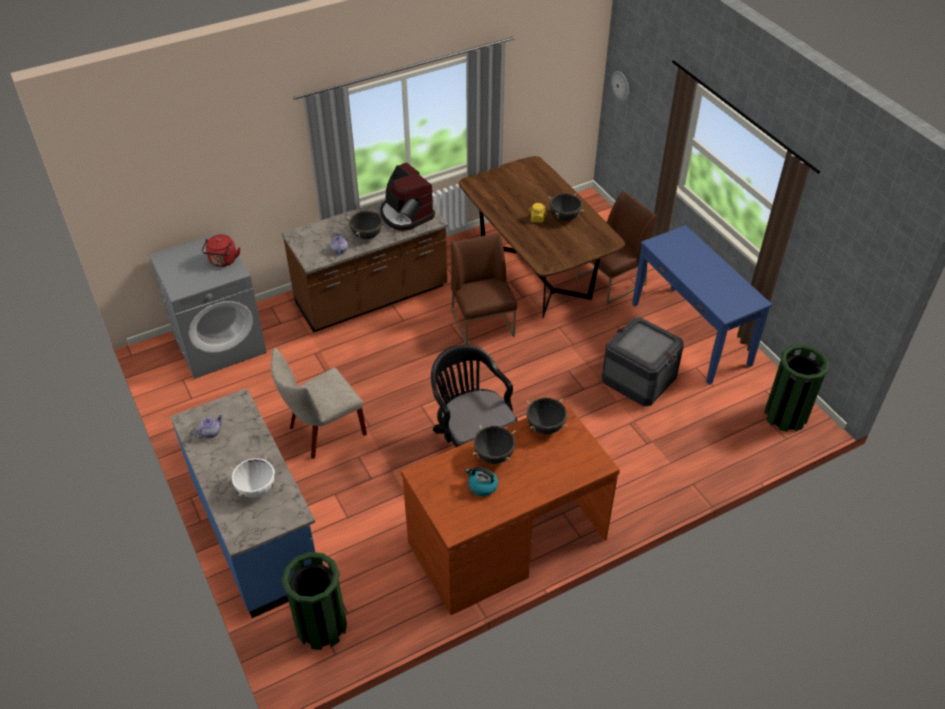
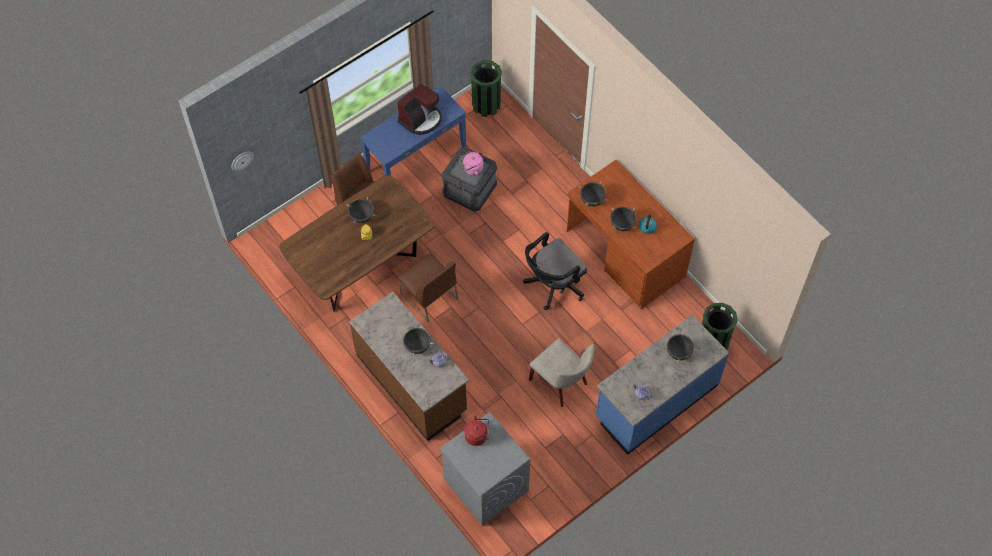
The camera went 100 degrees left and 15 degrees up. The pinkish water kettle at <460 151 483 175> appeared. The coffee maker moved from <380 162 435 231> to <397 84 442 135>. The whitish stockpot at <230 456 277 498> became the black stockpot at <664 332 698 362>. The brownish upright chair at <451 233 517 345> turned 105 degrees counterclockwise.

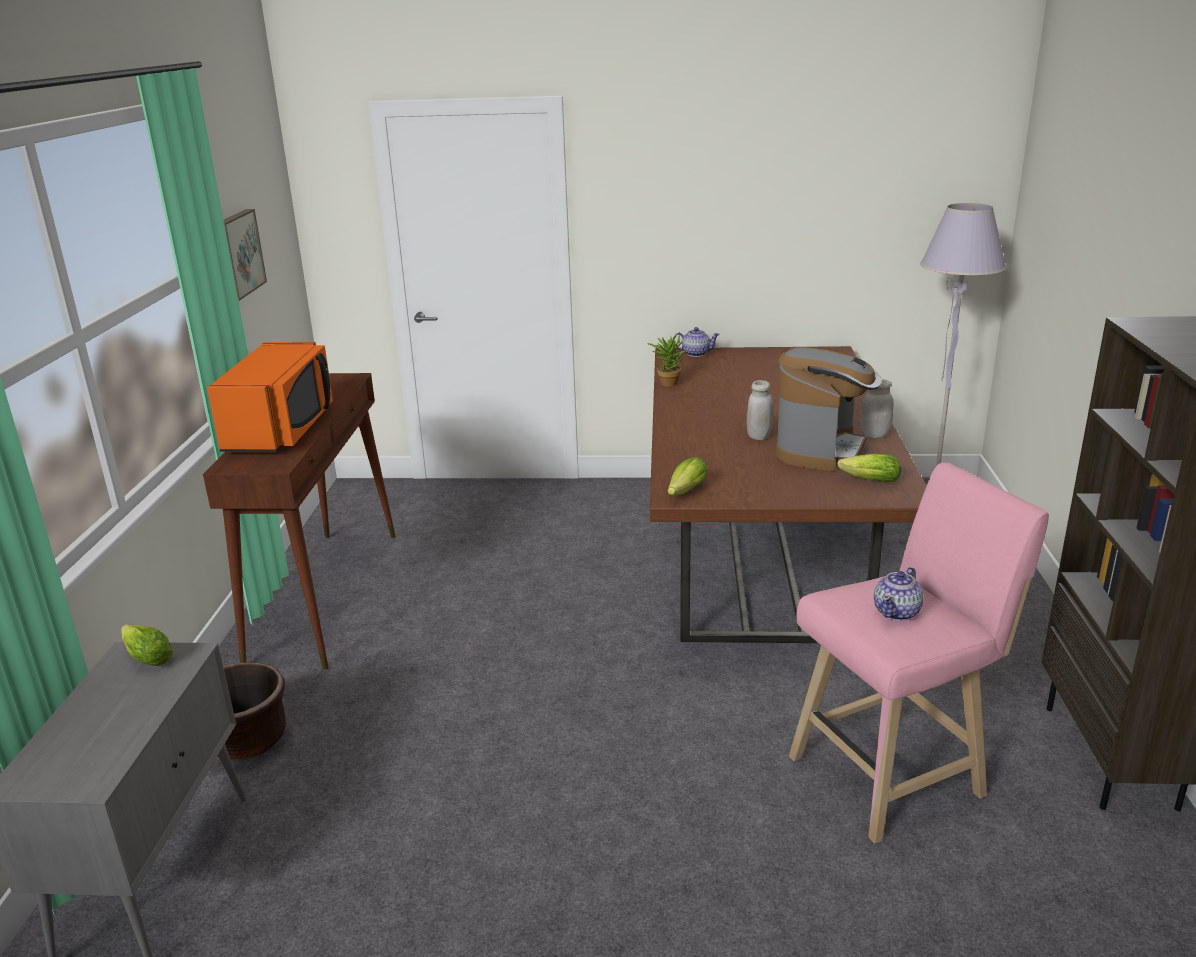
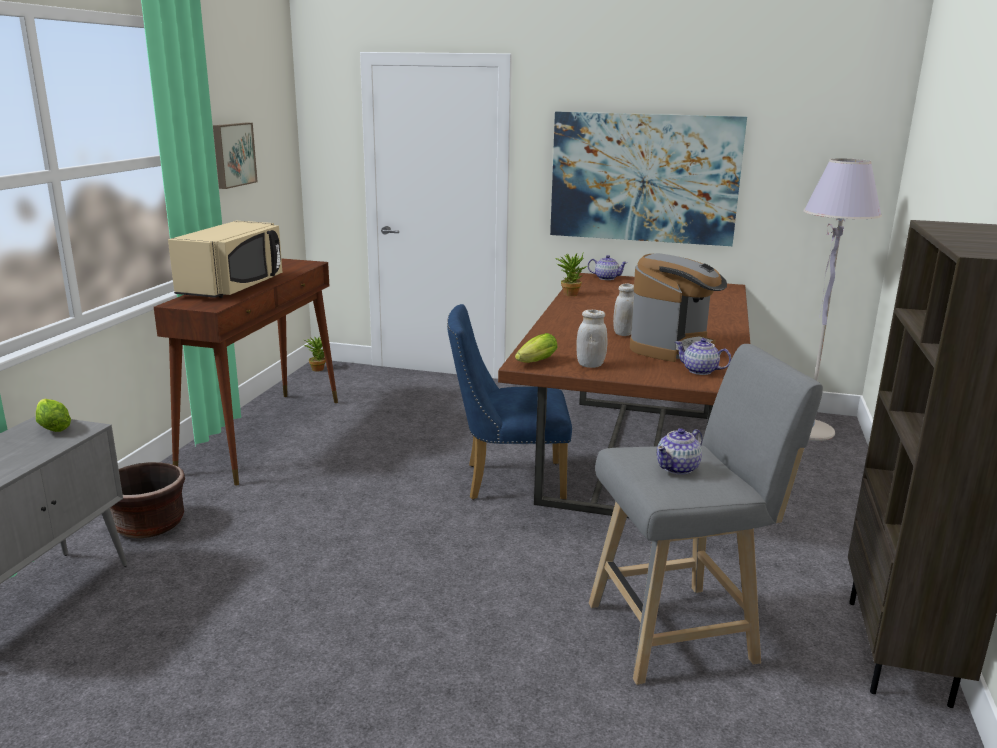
The camera went 10 degrees right and 5 degrees down. The houseplant at <304 337 326 372> appeared. The bluish upright chair at <447 304 572 500> appeared. The wall art at <550 112 747 246> appeared. The whitish storage jar moved from <861 379 894 438> to <577 310 607 368>. The lettuce at <837 454 901 482> was replaced by the tea pot at <675 338 731 375>. The orange kitchen microwave at <207 342 333 452> became the beige-coloured kitchen microwave at <168 221 282 298>. The pinkish stool seat at <789 463 1049 844> became the greyish stool seat at <589 344 823 685>.

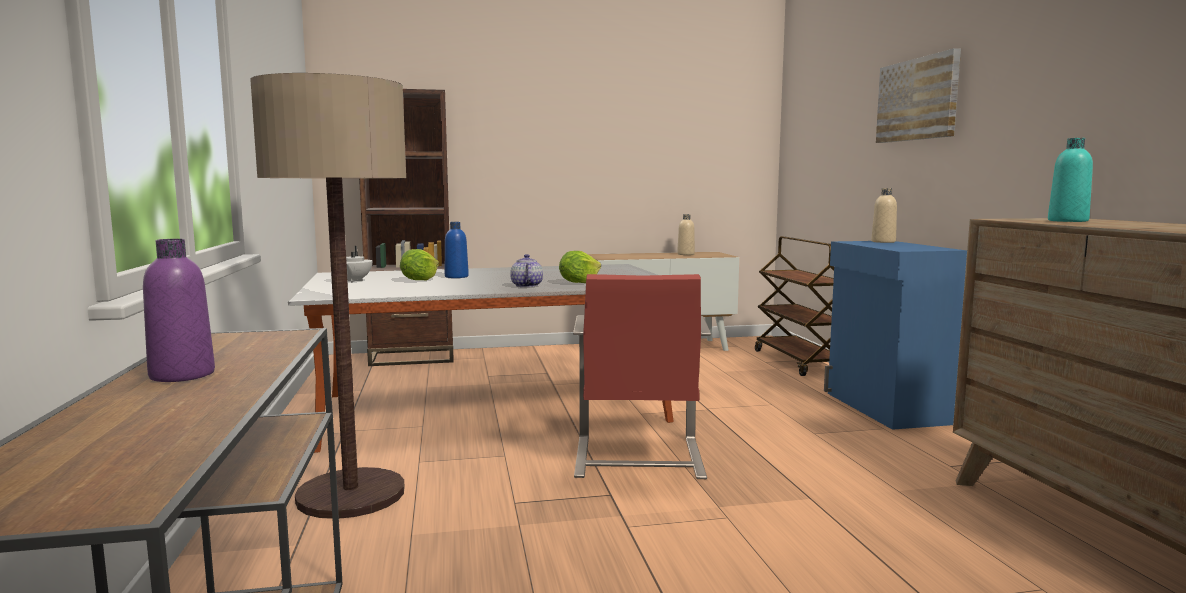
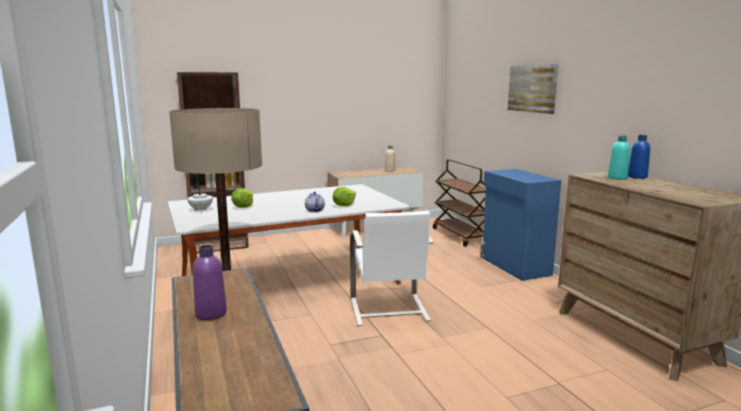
The camera went 10 degrees left and 5 degrees up. The beige-coloured drink bottle at <871 188 897 243> disappeared. The bluish drink bottle moved from <445 222 469 278> to <628 135 650 179>. The red-coloured upright chair at <573 274 711 479> became the whitish upright chair at <350 211 434 326>.

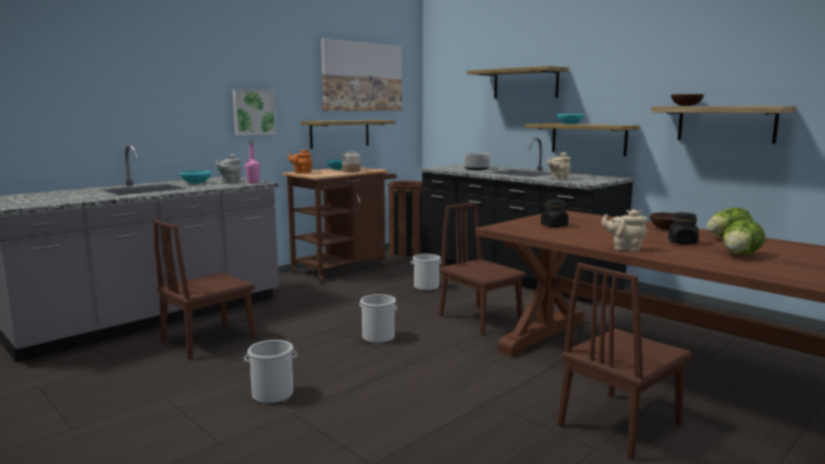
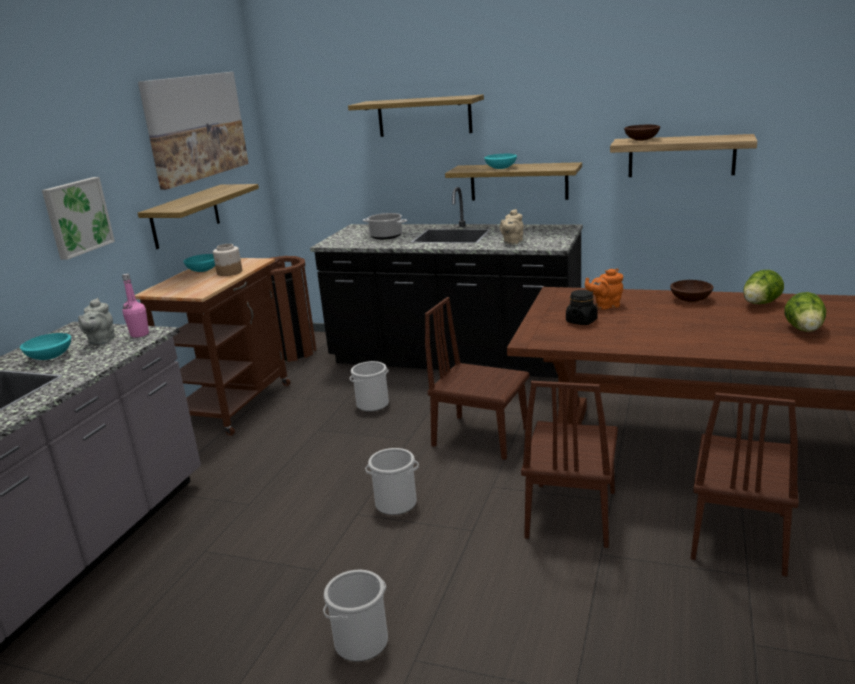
The camera went 25 degrees left and 10 degrees up. The beige-coloured tea pot at <601 209 647 252> disappeared. The black storage jar at <668 212 699 244> disappeared. The brownish upright chair moved from <154 220 256 359> to <521 381 618 548>. The orange tea pot moved from <288 149 312 174> to <585 268 623 310>.

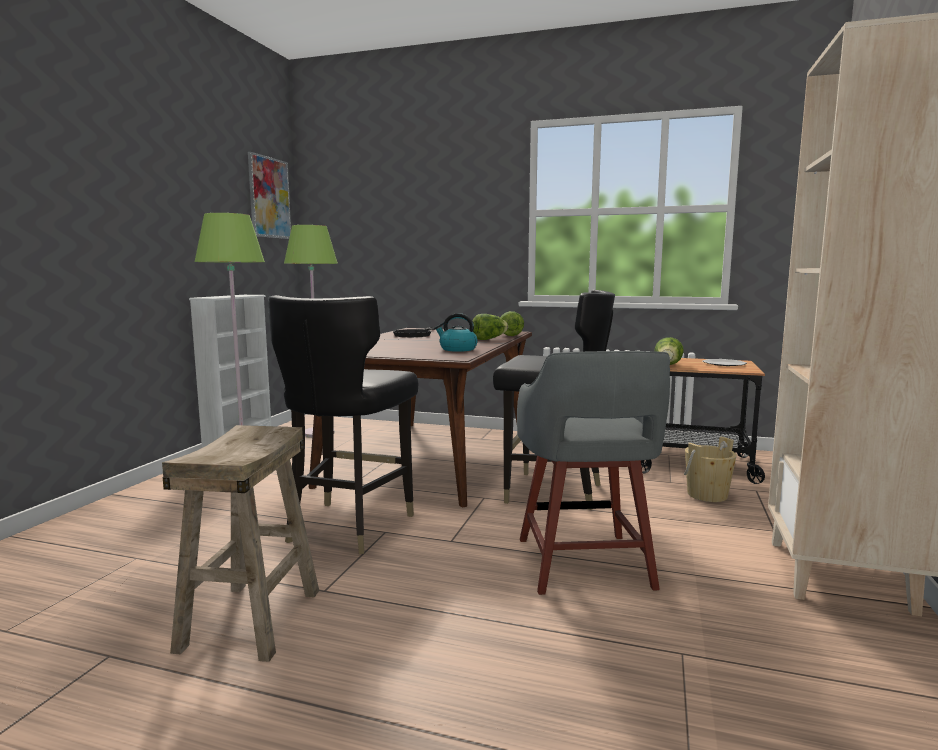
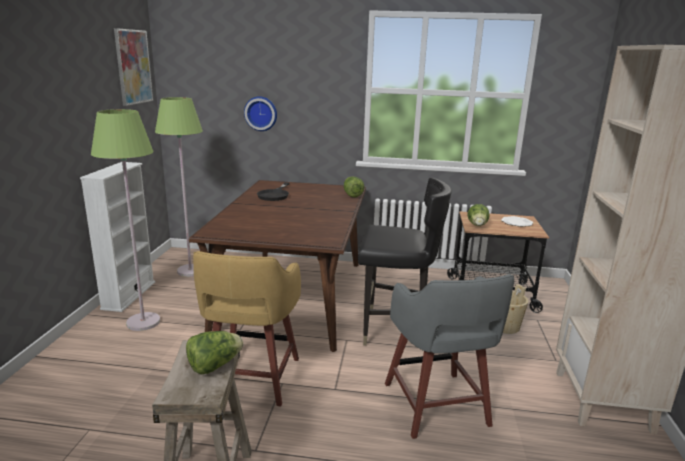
The camera went 10 degrees left and 10 degrees up. The water kettle at <435 313 478 352> disappeared. The clock on the wall at <244 96 277 131> appeared. The lettuce moved from <473 314 508 340> to <186 331 243 374>. The black upright chair at <268 295 418 554> was replaced by the yellowish stool seat at <193 251 301 406>.

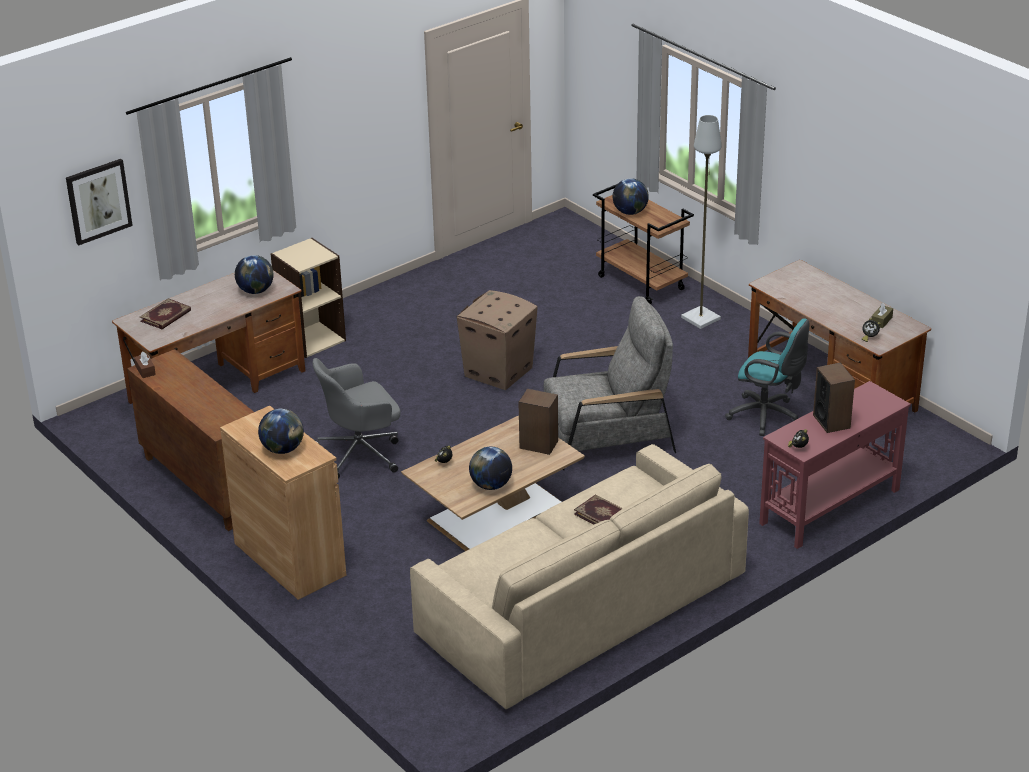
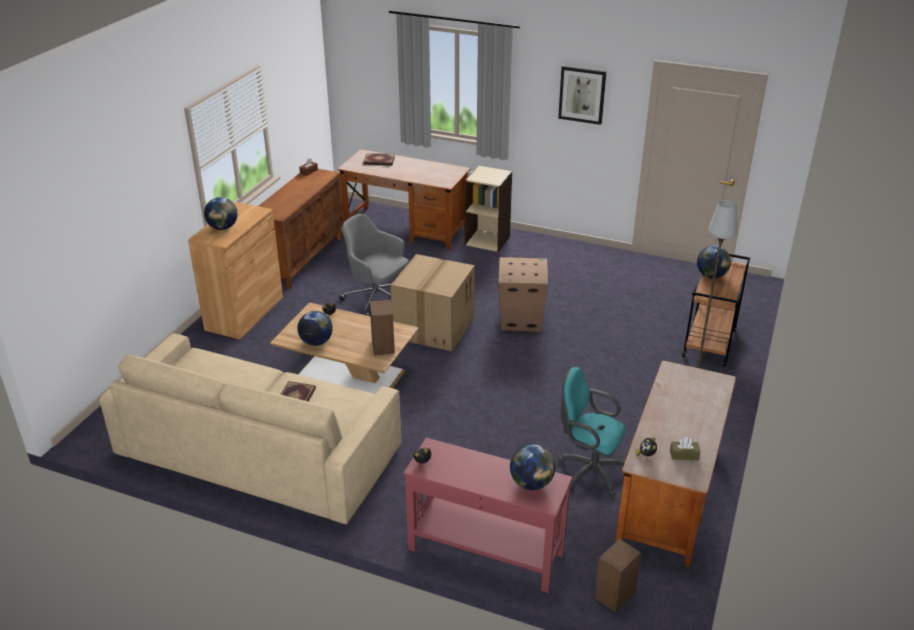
The camera went 60 degrees right and 0 degrees up. The greyish lounge chair at <544 296 676 470> disappeared. The carton at <391 254 475 351> appeared. The wall art moved from <66 159 133 245> to <558 66 607 125>. The globe moved from <235 255 274 294> to <510 444 555 490>. The audio speaker moved from <813 362 855 433> to <594 539 641 613>. The turquoise-coloured desk chair at <725 318 809 436> turned 120 degrees clockwise.

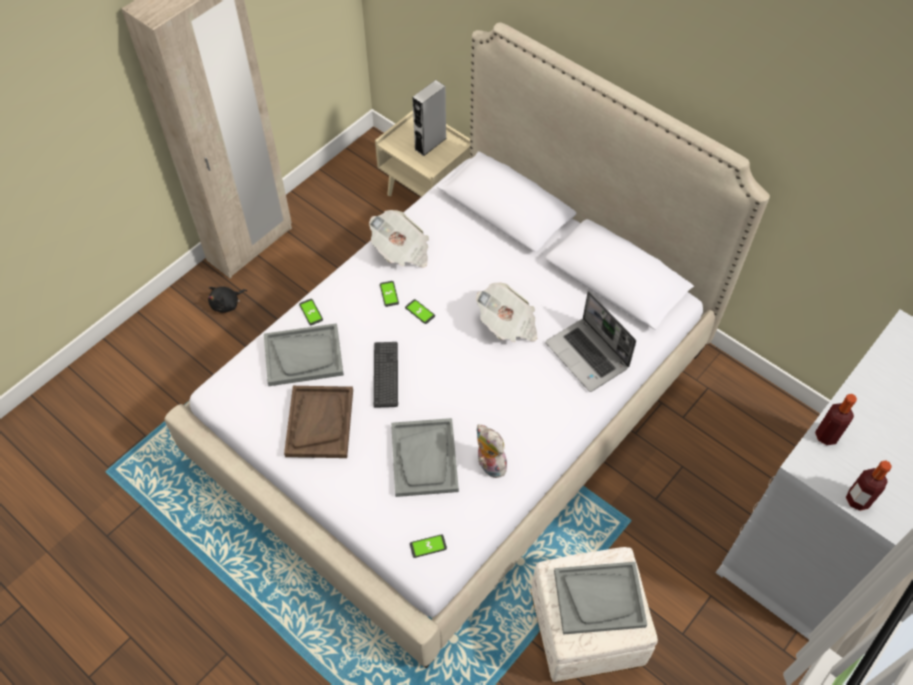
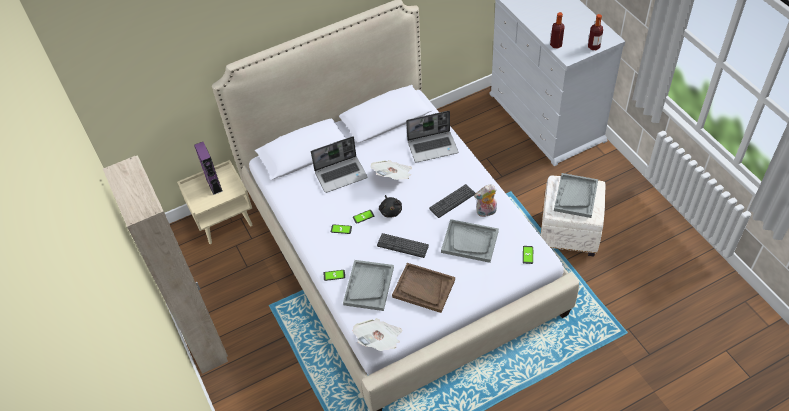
The camera went 65 degrees left and 5 degrees down. The portable computer at <311 136 368 193> appeared. The keyboard at <429 184 475 218> appeared. The black cuddly toy moved from <208 286 247 313> to <379 195 402 218>. The newspaper moved from <369 210 429 267> to <353 318 402 351>. The greyish audio speaker at <412 80 447 156> became the purple audio speaker at <194 142 223 195>.

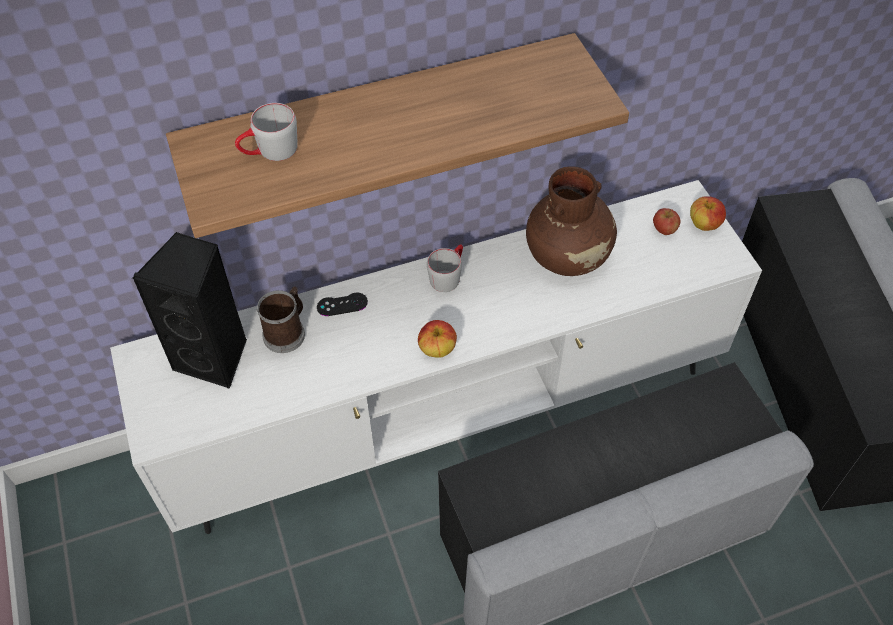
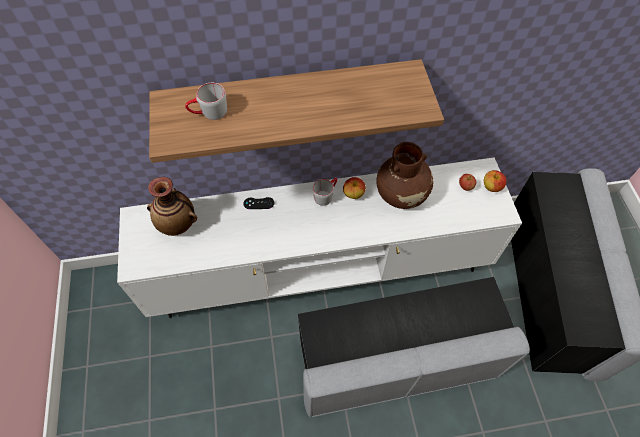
The camera went 10 degrees right and 5 degrees up. The tea mug at <257 286 305 353> disappeared. The whole apple moved from <418 320 457 358> to <343 177 366 199>. The black audio speaker at <132 232 247 388> was replaced by the decorative vase at <147 177 197 236>.

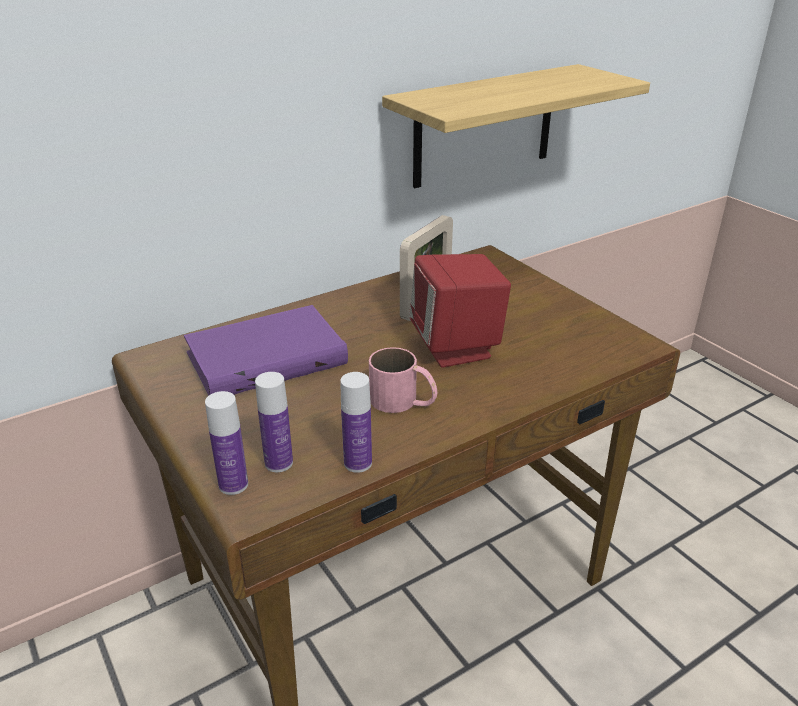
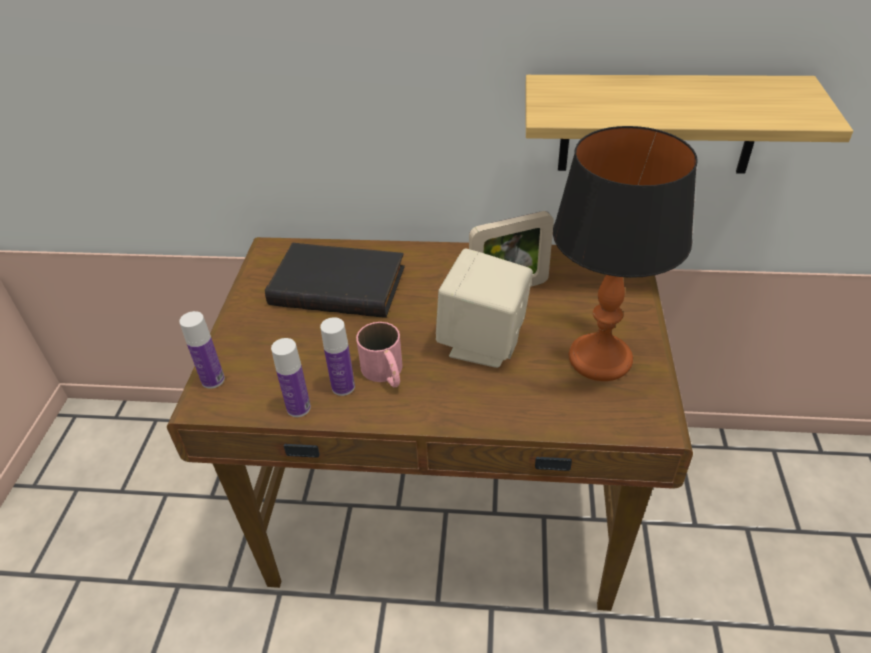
The camera went 40 degrees right and 10 degrees up. The table lamp at <553 126 698 381> appeared. The drink bottle moved from <255 372 293 472> to <320 317 355 396>. The purple bound book at <184 305 348 396> became the black bound book at <265 242 405 318>. The red-coloured audio speaker at <409 254 511 368> became the beige-coloured audio speaker at <436 249 533 368>.

